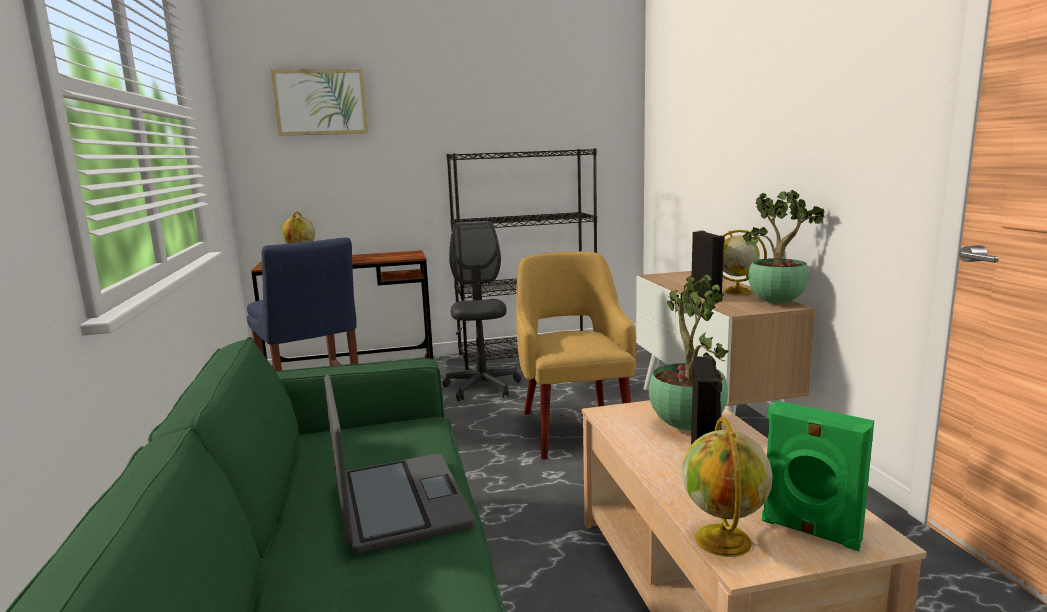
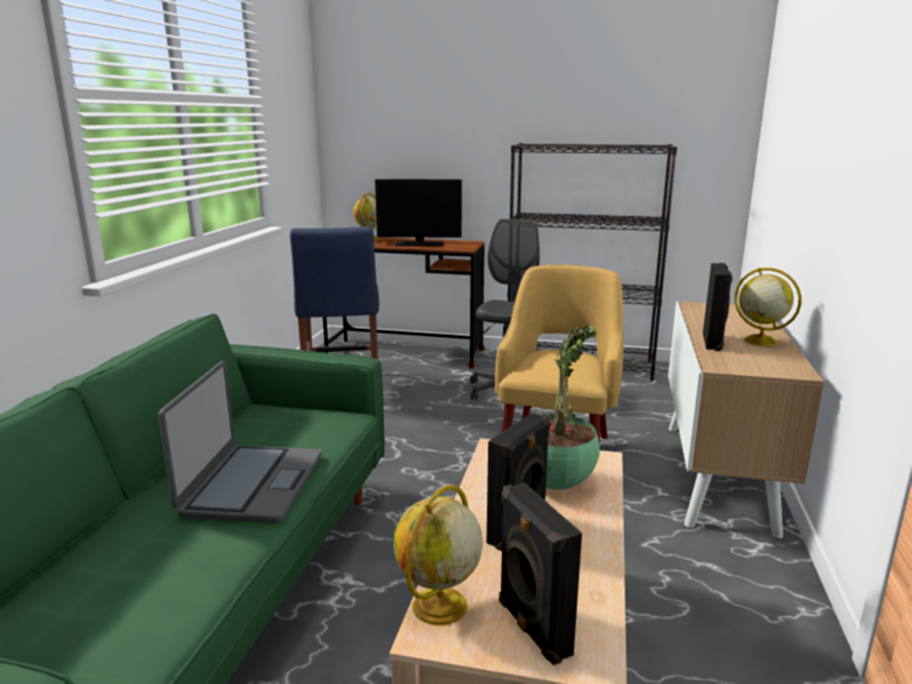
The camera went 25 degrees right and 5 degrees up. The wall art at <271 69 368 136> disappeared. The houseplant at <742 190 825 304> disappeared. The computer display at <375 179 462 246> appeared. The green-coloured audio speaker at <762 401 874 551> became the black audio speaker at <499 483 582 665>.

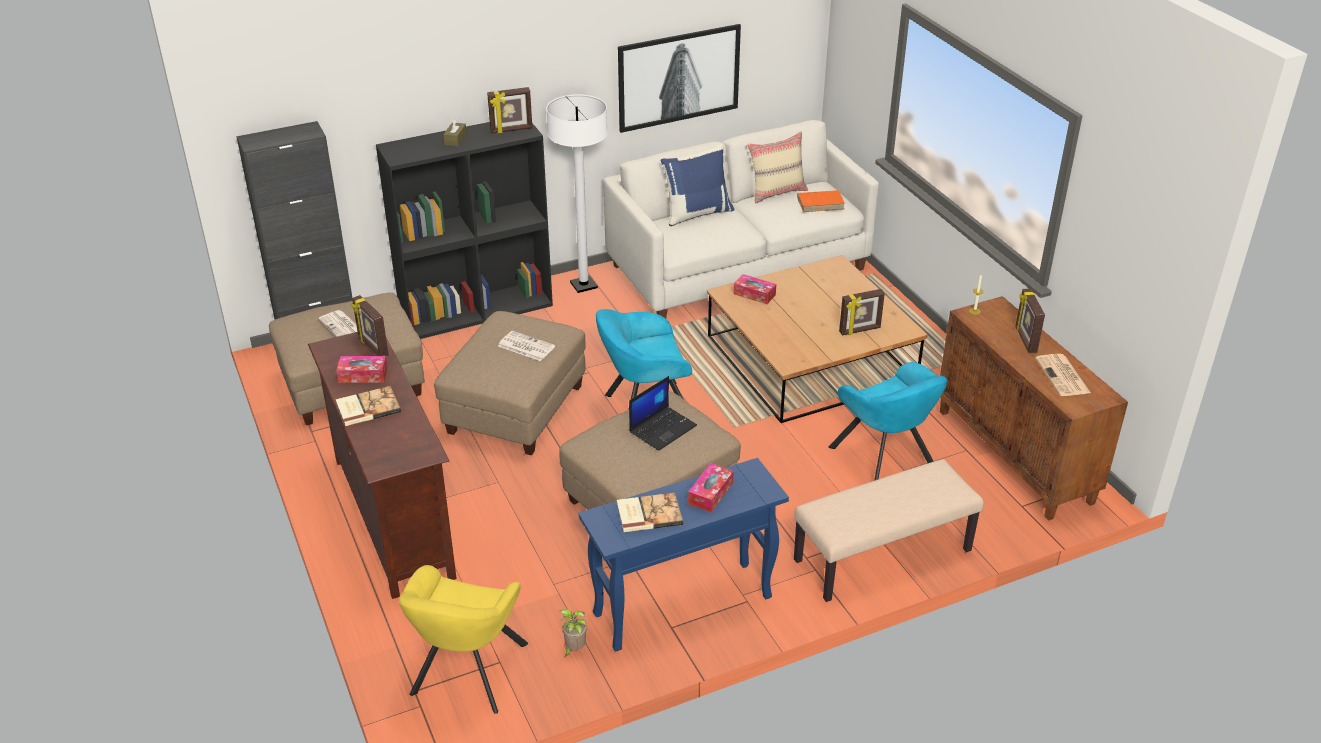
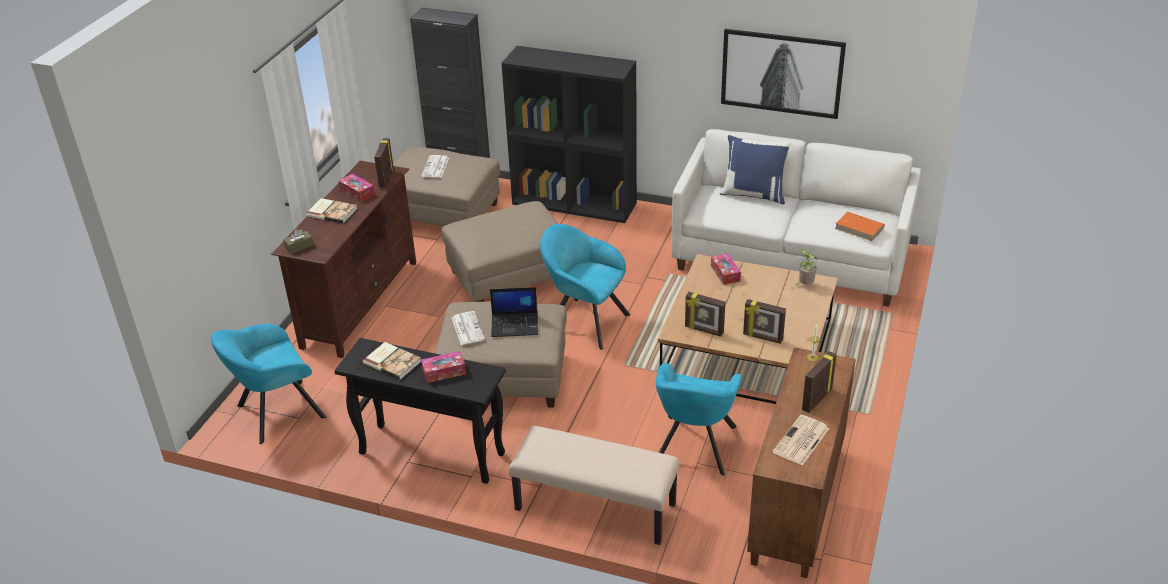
The camera went 45 degrees right and 0 degrees up. The whitish floor lamp at <546 94 608 293> disappeared. The beige-coloured pillow at <747 131 808 204> disappeared. The brownish tissue box moved from <443 118 467 146> to <283 229 314 254>. The standing frame moved from <487 87 532 134> to <685 292 725 337>. The newspaper moved from <498 331 555 361> to <452 311 485 345>. The houseplant moved from <560 609 587 656> to <795 250 817 286>. The yellowish lounge chair at <398 565 528 714> became the turquoise-coloured lounge chair at <211 324 326 444>. The bluish narrow table at <578 458 789 652> became the black narrow table at <334 338 506 484>.

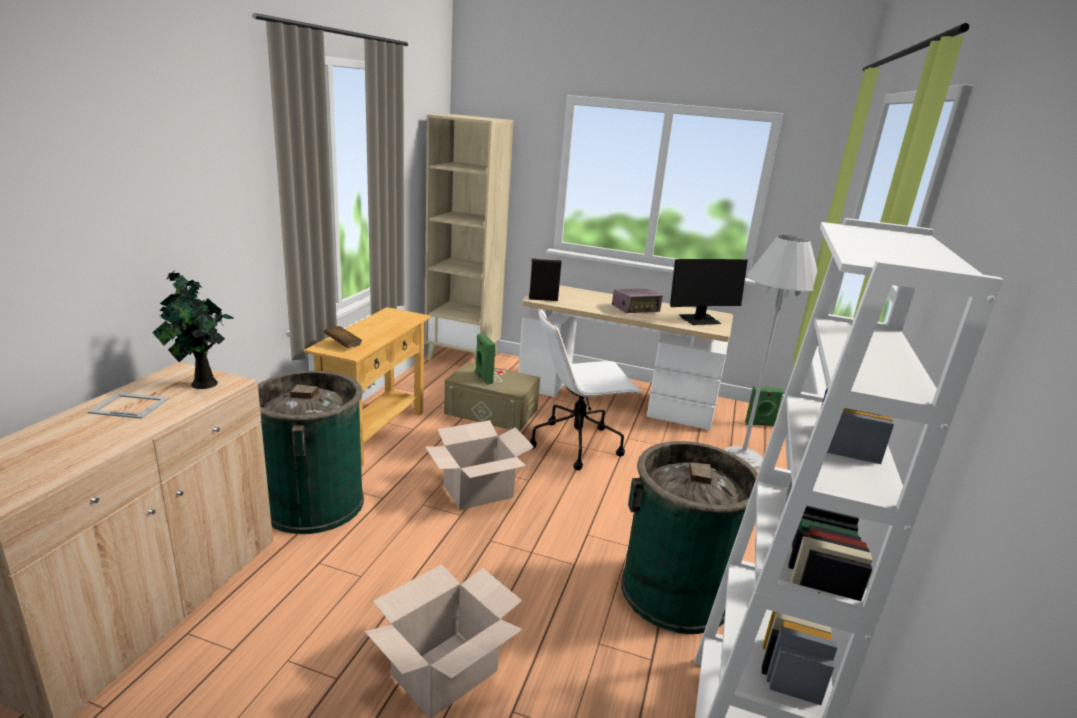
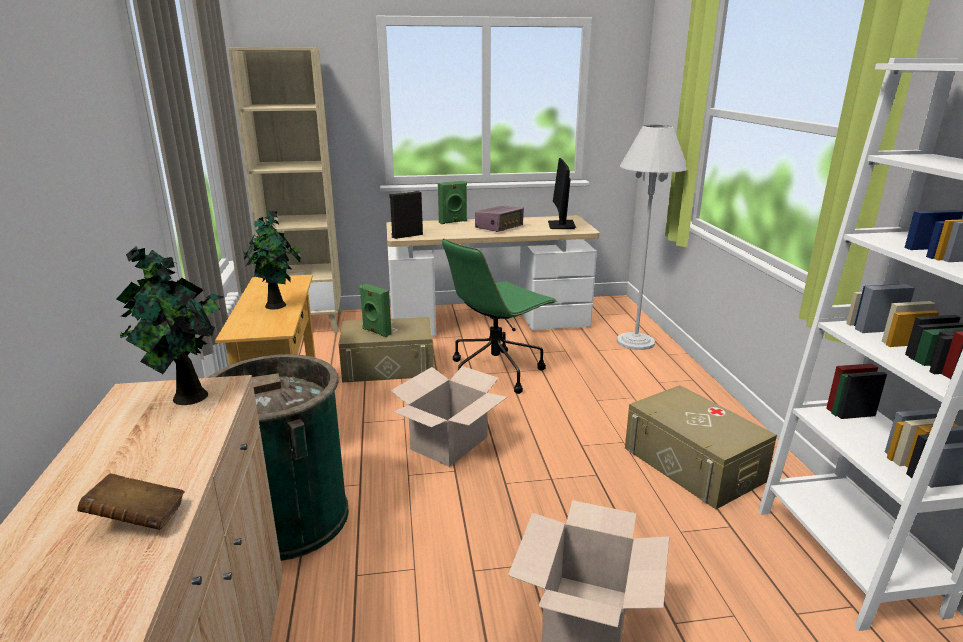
The camera went 25 degrees left and 0 degrees up. The standing frame at <88 393 169 419> disappeared. The houseplant at <243 210 300 309> appeared. The brownish bound book moved from <324 326 362 348> to <77 473 185 530>. The green-coloured audio speaker moved from <745 386 784 427> to <438 181 467 224>. The green-coloured trash can at <621 441 758 634> was replaced by the beige-coloured storage box at <625 385 777 509>. The whitish desk chair at <530 309 642 470> became the green-coloured desk chair at <442 239 557 394>. The computer display at <670 259 748 325> turned 135 degrees clockwise.

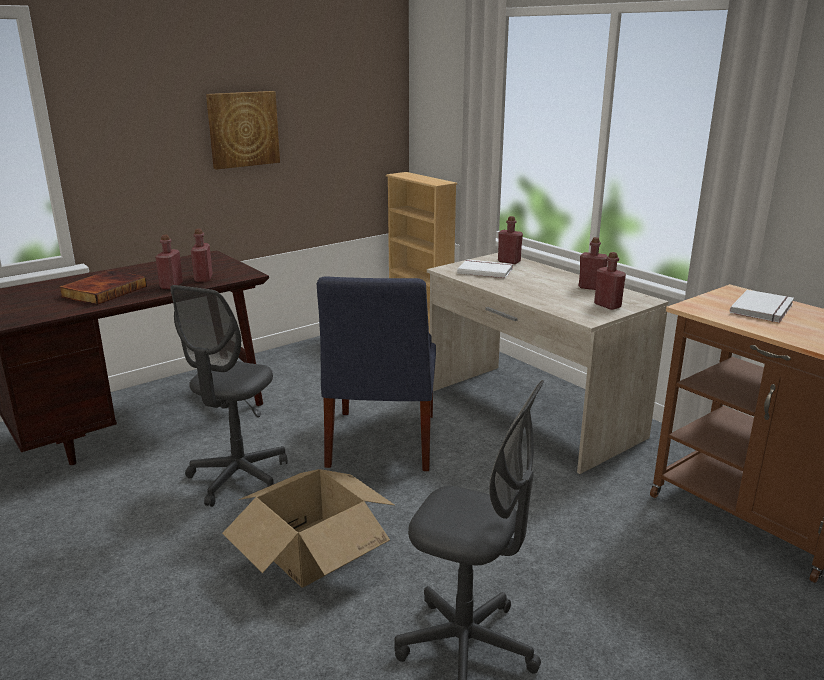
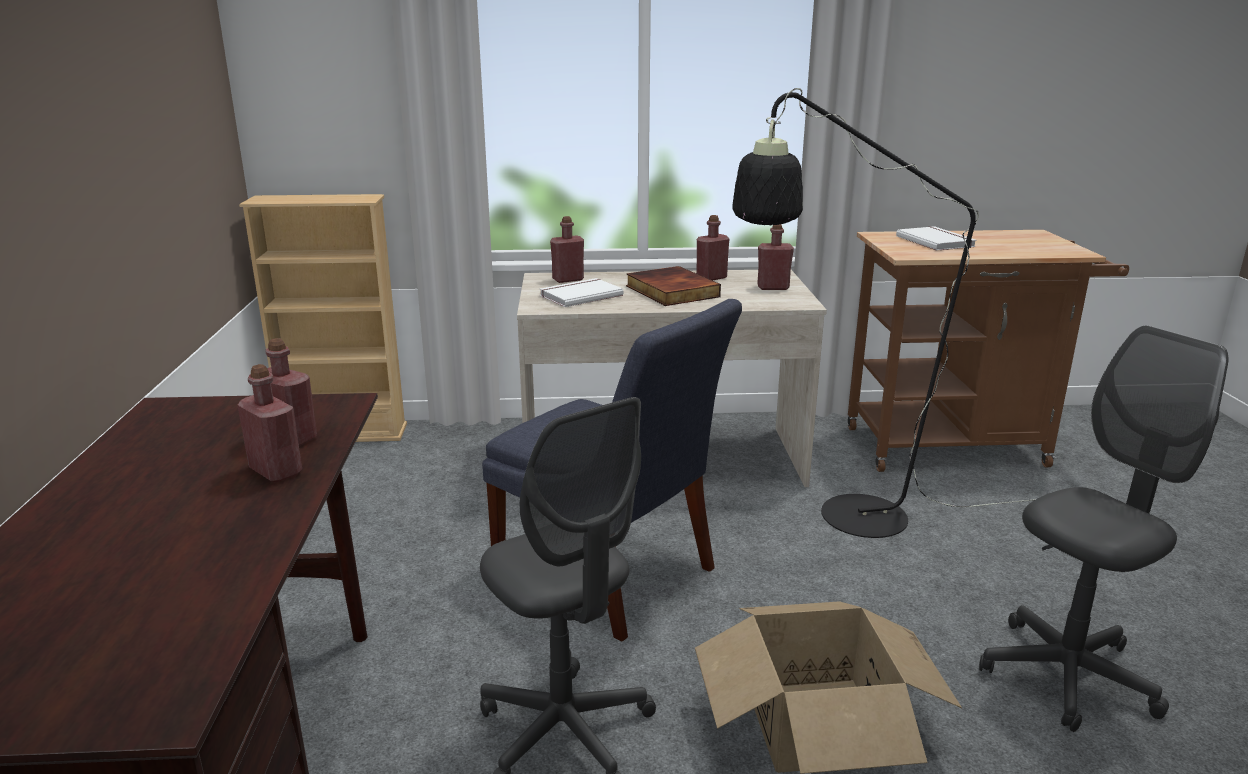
The camera went 55 degrees left and 0 degrees up. The wall art at <206 91 280 170> disappeared. The black floor lamp at <732 88 1036 538> appeared. The bound book moved from <59 270 147 305> to <626 266 721 306>.

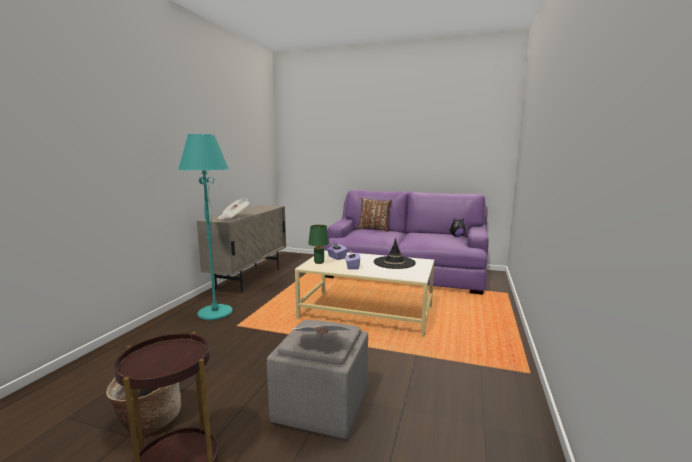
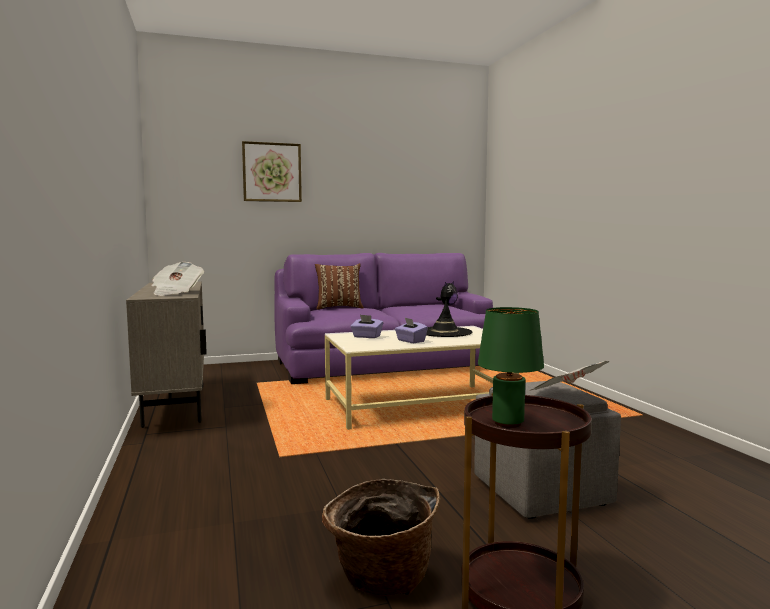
The camera went 35 degrees left and 5 degrees down. The turquoise-coloured floor lamp at <178 134 233 320> disappeared. The wall art at <242 141 302 202> appeared. The green-coloured table lamp moved from <308 225 329 264> to <478 307 544 428>.

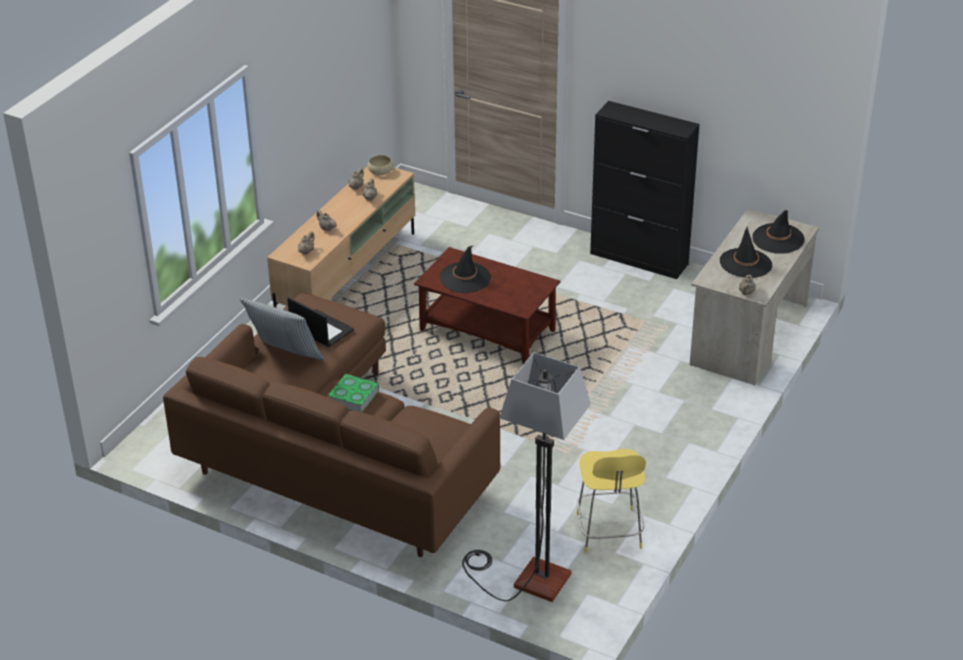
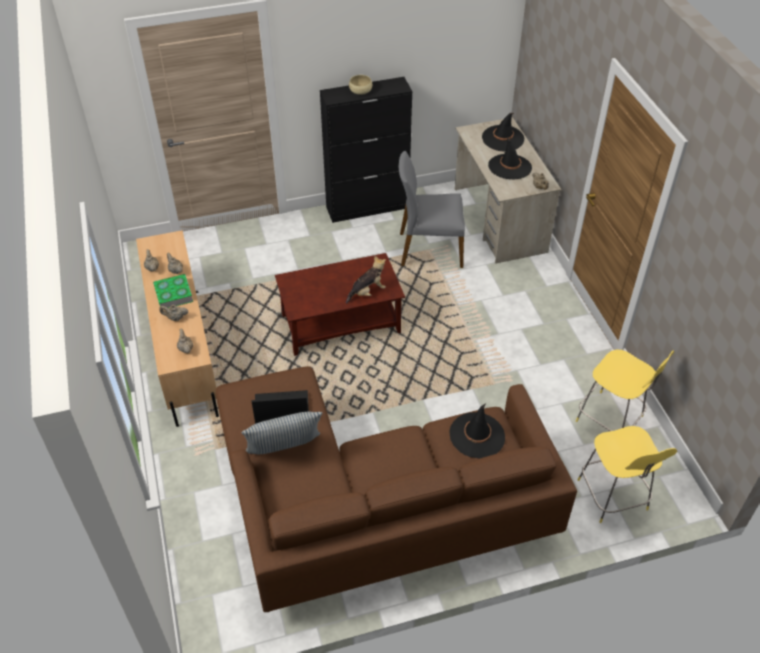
The camera went 45 degrees left and 10 degrees up. The cuddly toy at <346 256 386 304> appeared. The greyish upright chair at <399 151 465 268> appeared. The bound book moved from <328 374 379 412> to <153 274 193 308>. The beige-coloured serving bowl moved from <368 155 393 175> to <349 75 372 95>. The black hat moved from <440 245 491 293> to <449 403 505 458>. The floor lamp at <462 352 591 602> was replaced by the yellowish stool seat at <578 426 677 523>.

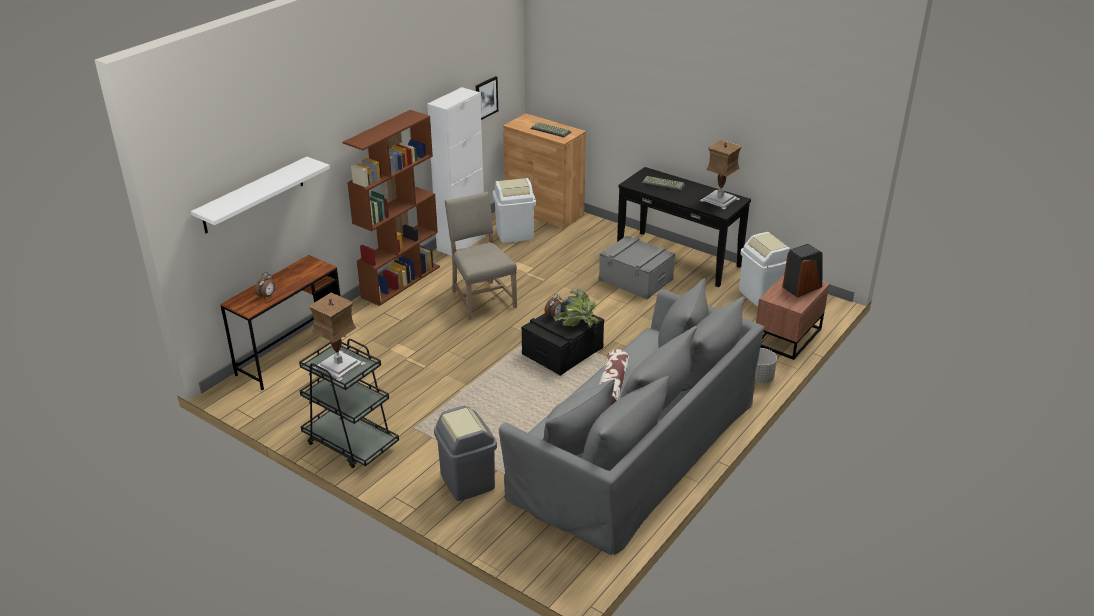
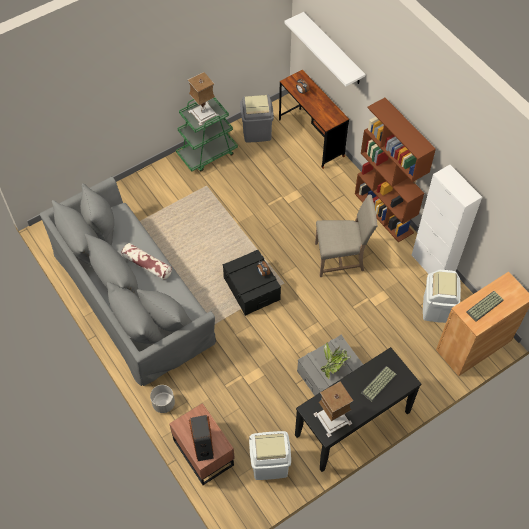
The camera went 110 degrees right and 25 degrees up. The wall art at <476 76 498 120> disappeared. The greyish trash can moved from <434 406 497 501> to <240 95 274 143>. The houseplant moved from <553 289 599 327> to <321 343 351 379>. The black wheeled cart at <299 339 399 468> became the green-coloured wheeled cart at <176 98 238 172>.

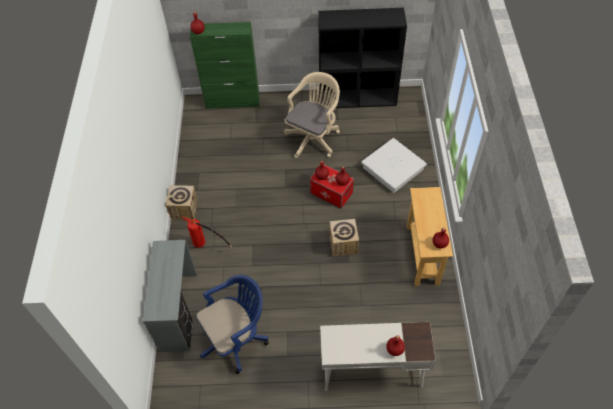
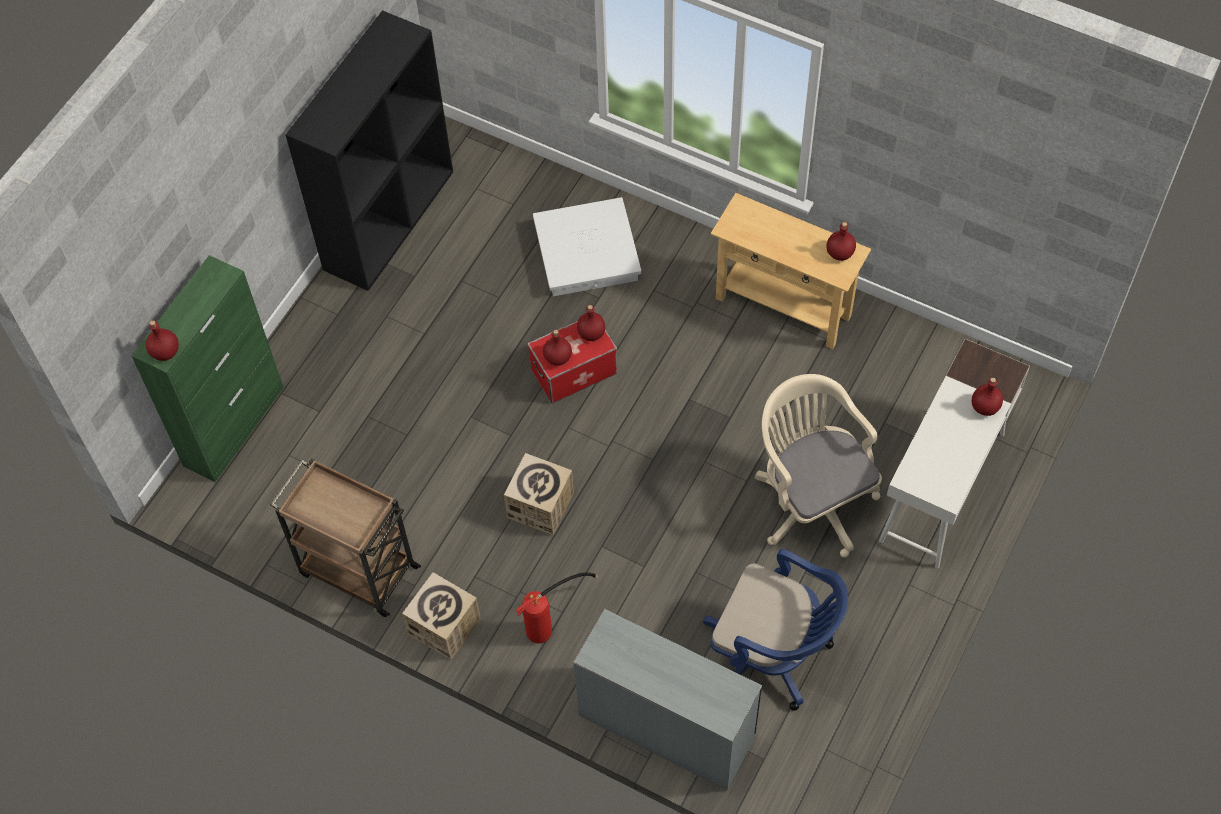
The camera went 60 degrees left and 5 degrees up. The brownish wheeled cart at <270 458 421 617> appeared. The beige-coloured desk chair moved from <284 72 340 158> to <755 374 882 558>. The carton moved from <329 219 359 256> to <504 453 574 535>. The bluish desk chair at <196 275 269 374> turned 120 degrees clockwise.

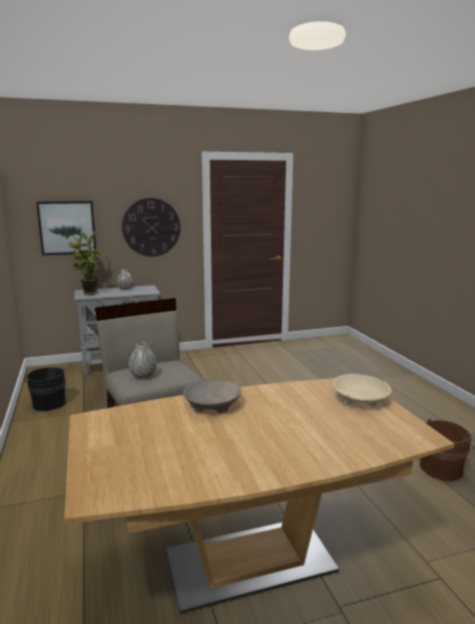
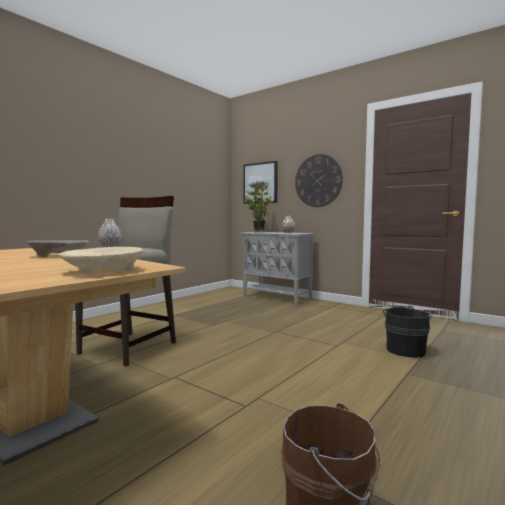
The camera went 55 degrees right and 10 degrees down. The black bucket moved from <25 367 66 411> to <383 307 432 357>.

